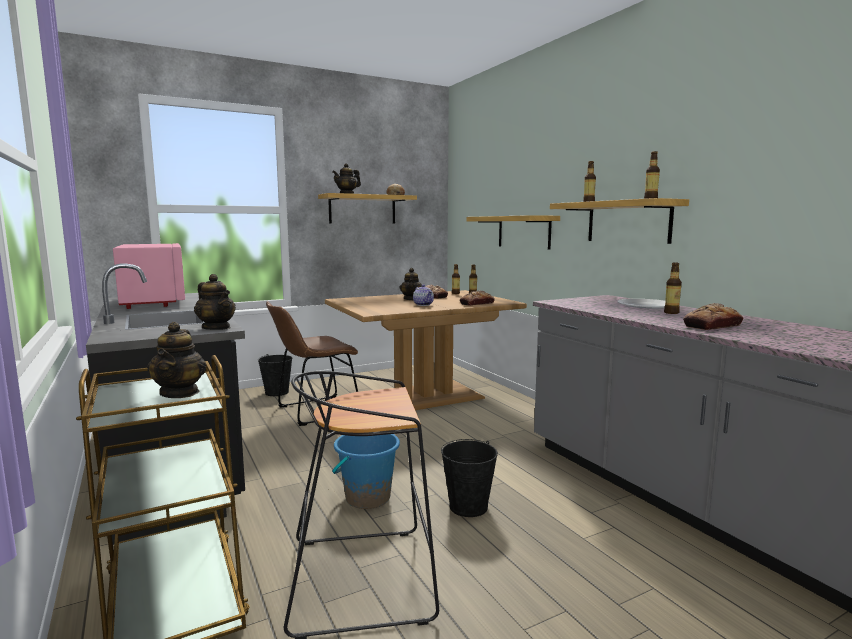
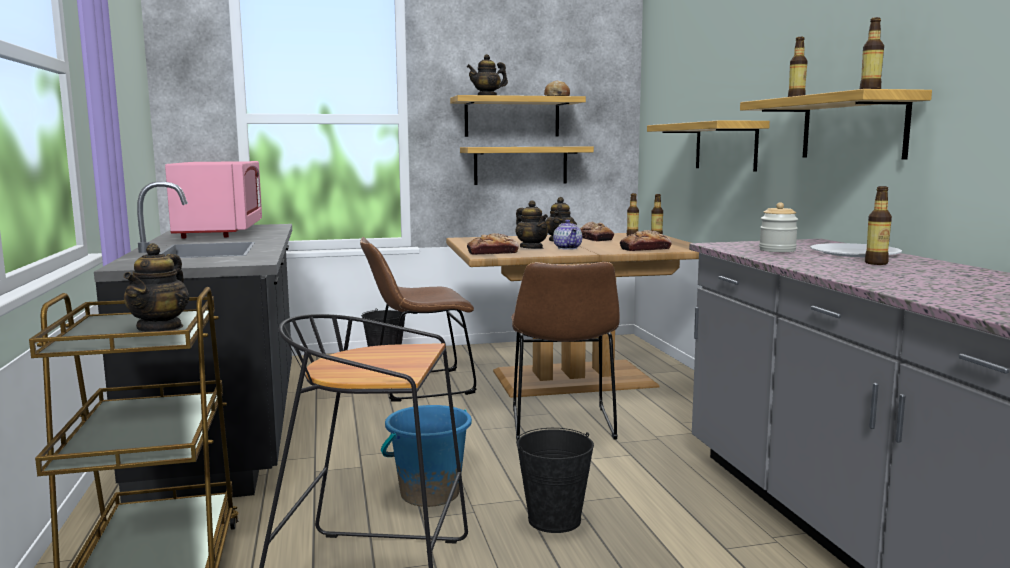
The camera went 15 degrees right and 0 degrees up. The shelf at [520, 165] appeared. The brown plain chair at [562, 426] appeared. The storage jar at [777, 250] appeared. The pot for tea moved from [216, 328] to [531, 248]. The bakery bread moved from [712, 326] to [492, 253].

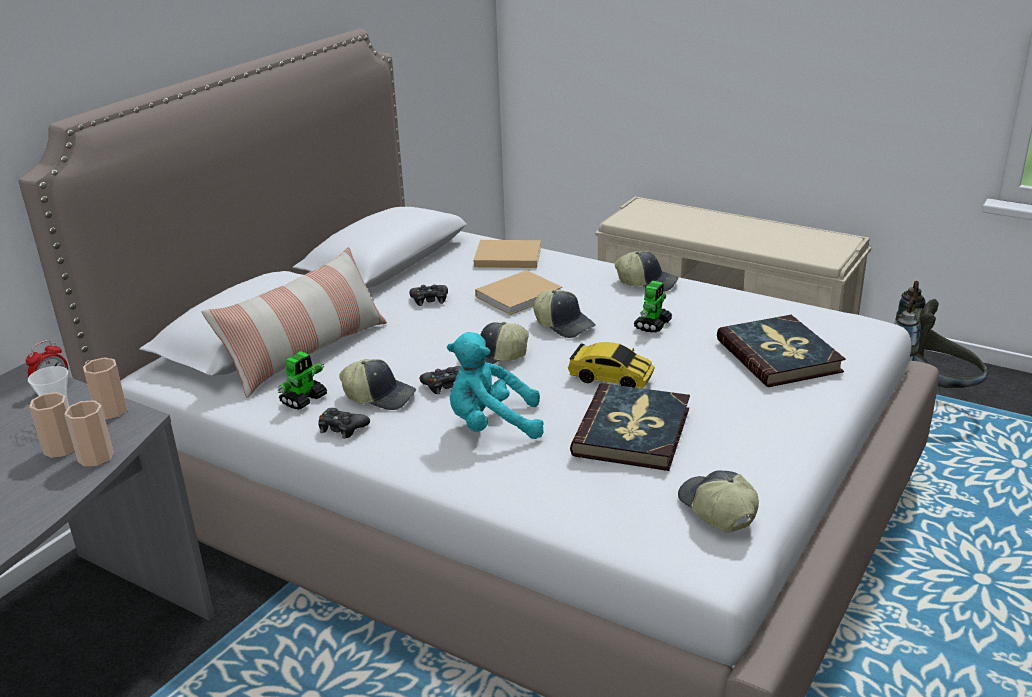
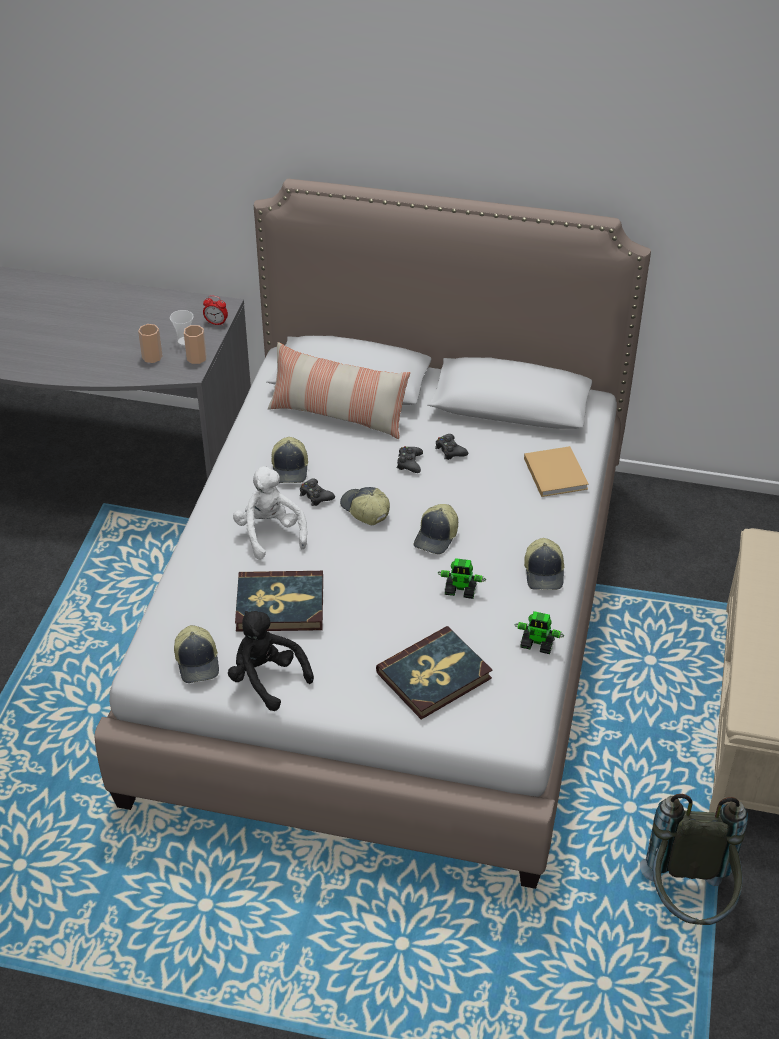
The camera went 70 degrees right and 15 degrees up. The cup at [96, 457] disappeared. The beige-coloured volume at [520, 294] disappeared. The model car at [611, 378] disappeared. The black-coloured plush toy at [266, 679] appeared. The model robot moved from [304, 399] to [537, 644]. The black-coloured game controller moved from [342, 428] to [409, 463]. The turquoise plush toy at [492, 425] became the white plush toy at [270, 533]. The baseball cap at [716, 510] turned 120 degrees clockwise.

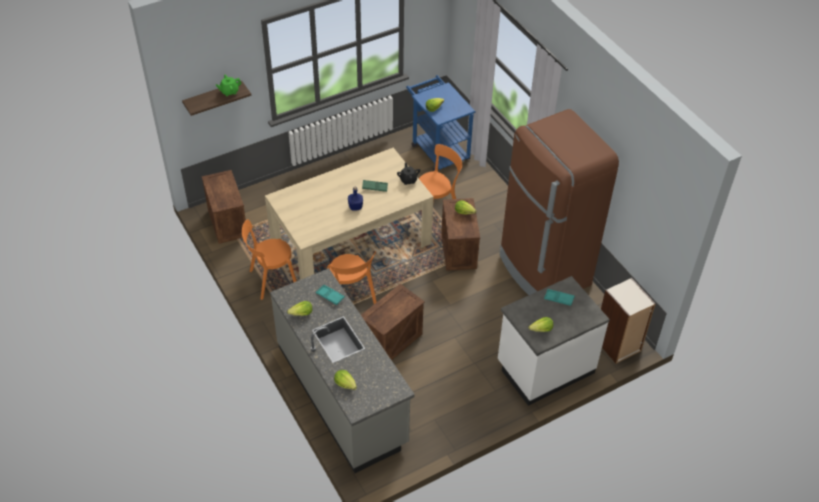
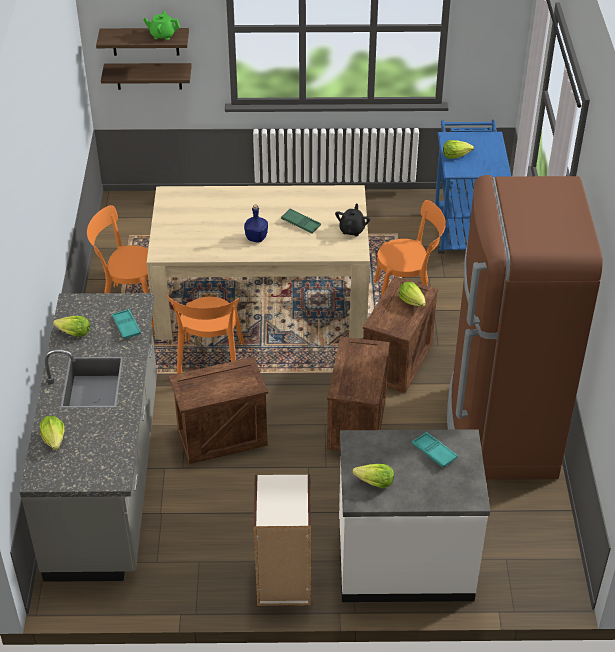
The camera went 30 degrees right and 5 degrees down. The shelf at [148, 76] appeared. The packing crate moved from [227, 223] to [356, 422]. The shelving unit moved from [617, 345] to [283, 580].

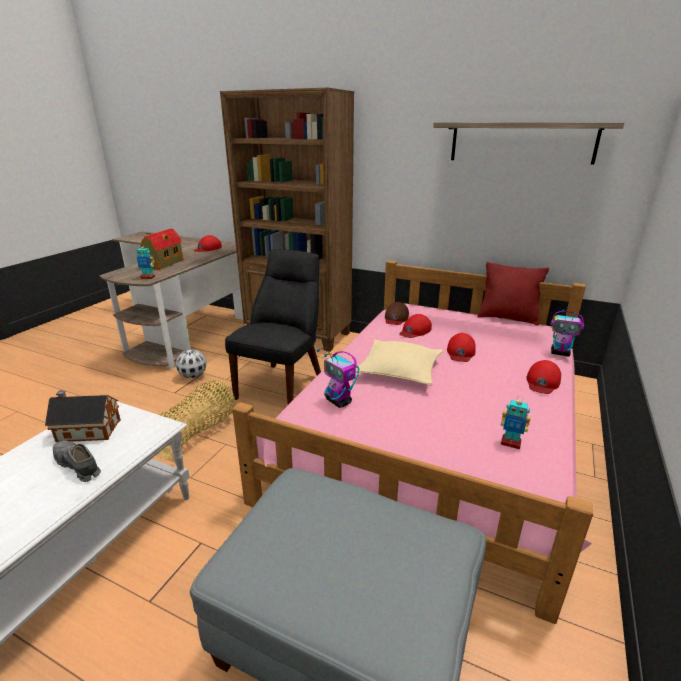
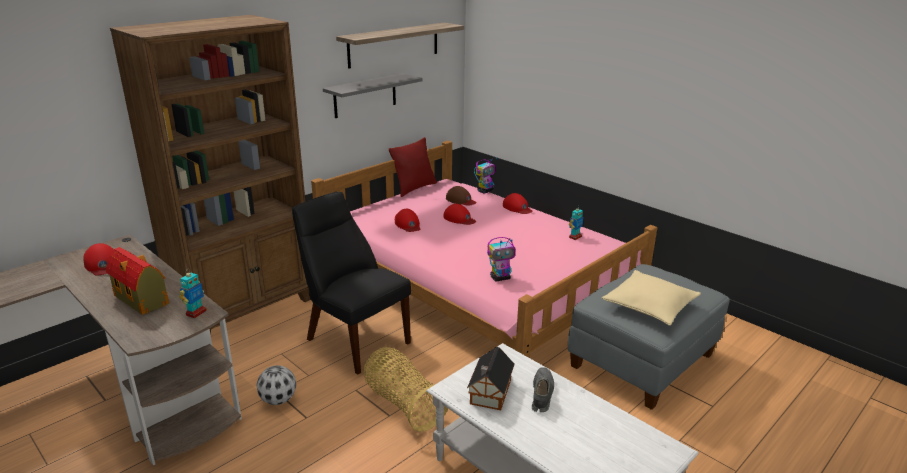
The camera went 70 degrees left and 0 degrees up. The gray shelf at [365, 95] appeared. The beige-coloured throw pillow moved from [399, 370] to [649, 305]. The brown baseball cap moved from [396, 318] to [460, 200]. The gray shoe at [77, 465] turned 135 degrees clockwise.

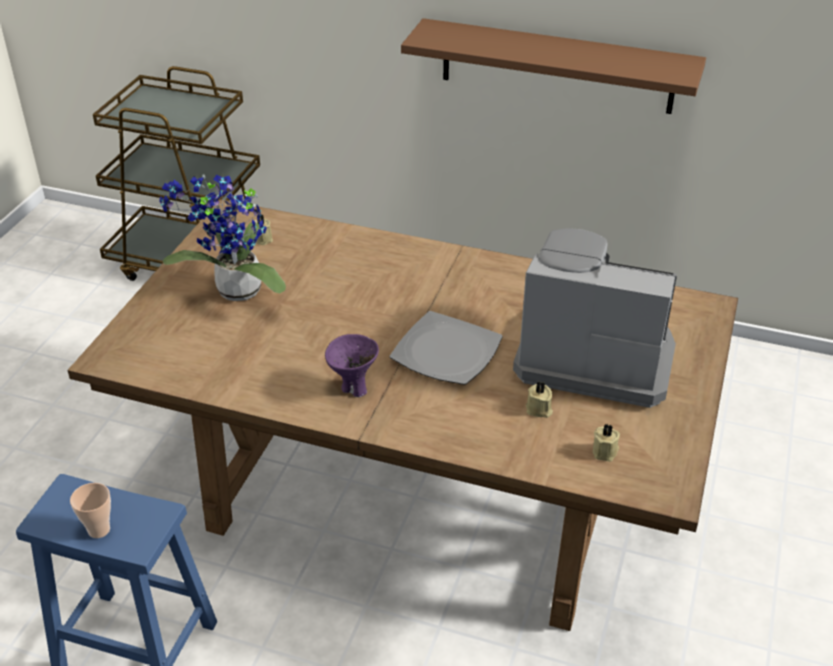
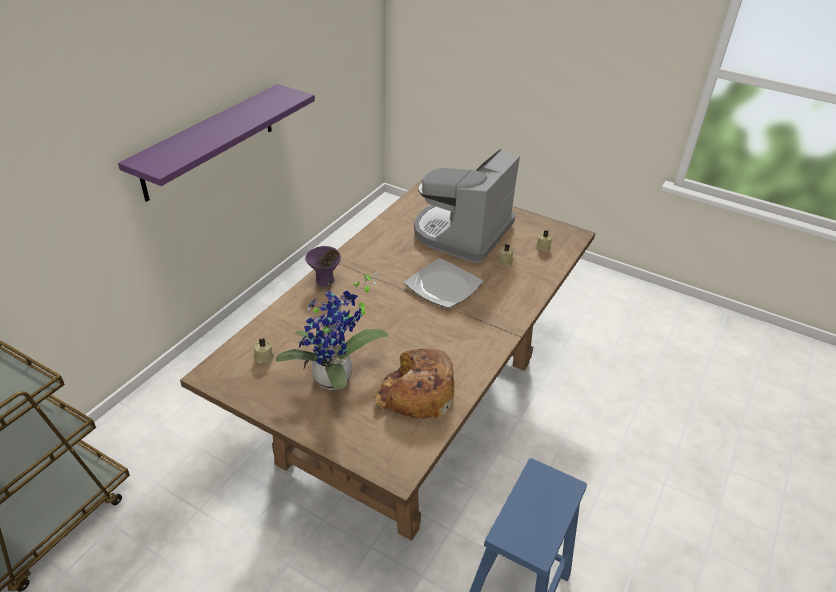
The camera went 80 degrees left and 0 degrees up. The cup at [99, 530] disappeared. The bakery bread at [416, 393] appeared. The purplish bowl moved from [354, 388] to [325, 282]. The brown shelf at [557, 66] became the purplish shelf at [209, 141].

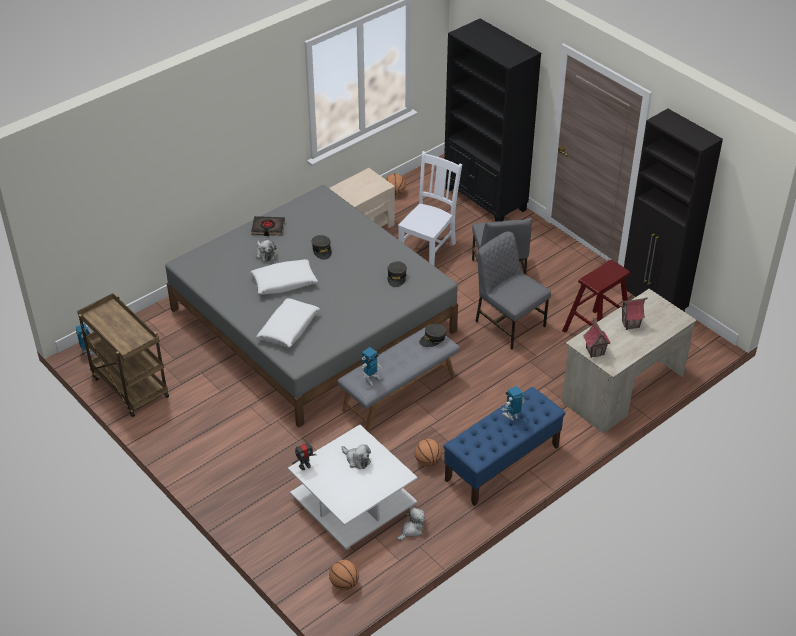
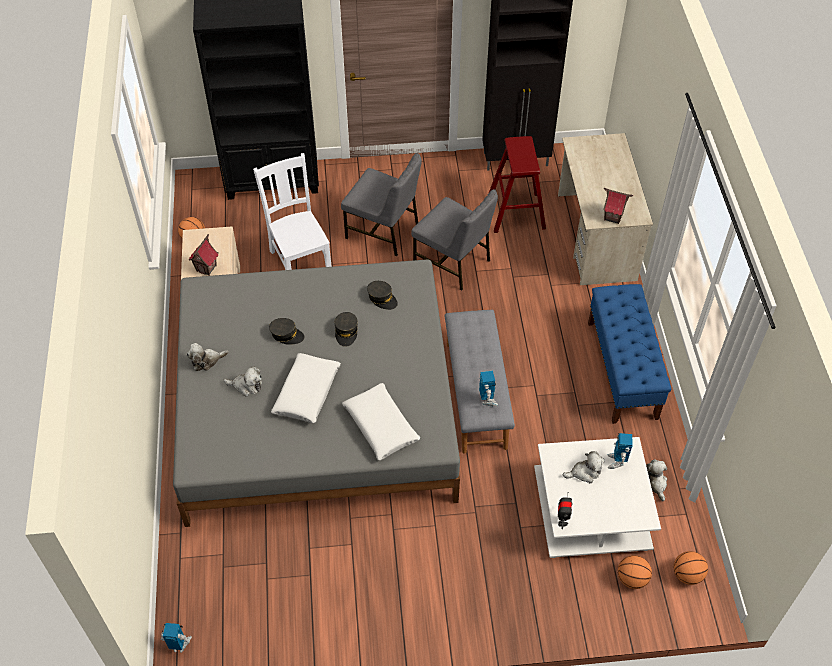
The camera went 55 degrees left and 10 degrees up. The brown trolley at [128, 387] disappeared. The basketball moved from [428, 461] to [632, 579]. The gray baseball cap moved from [433, 339] to [346, 332]. The model robot moved from [511, 416] to [616, 462]. The miniature house moved from [630, 324] to [206, 268]. The black-coloured volume at [268, 228] was replaced by the plush toy at [206, 361]. The gray plain chair at [508, 323] turned 135 degrees counterclockwise.

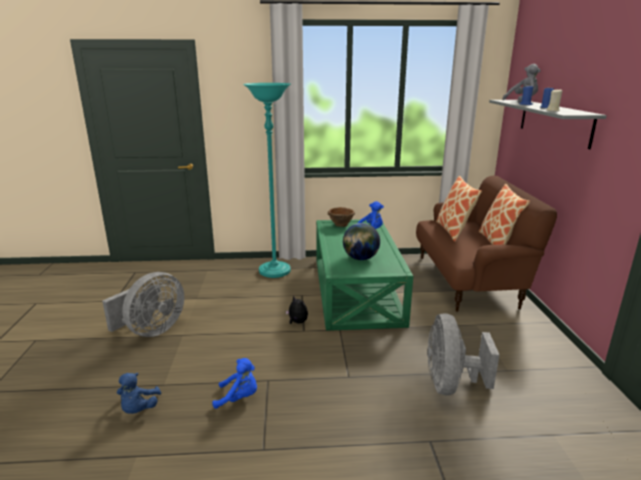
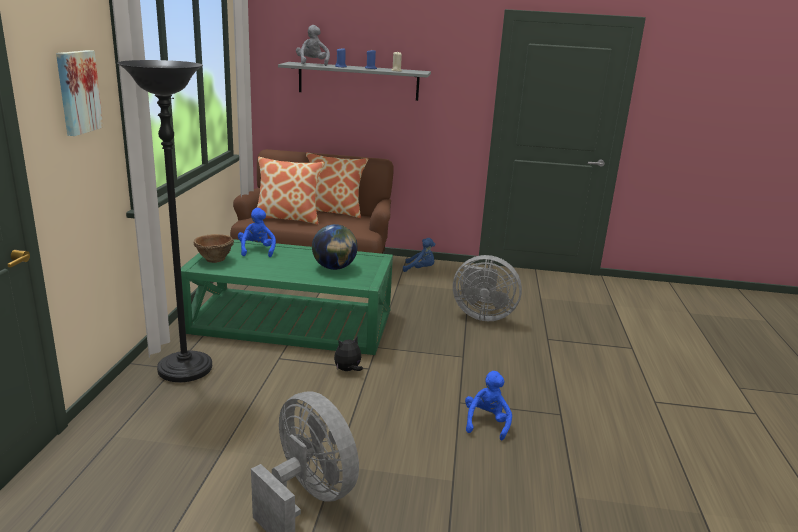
The camera went 80 degrees left and 0 degrees up. The picture at [77, 92] appeared. The blue plush toy moved from [139, 409] to [420, 269]. The turquoise floor lamp at [275, 271] became the black-coloured floor lamp at [185, 369].

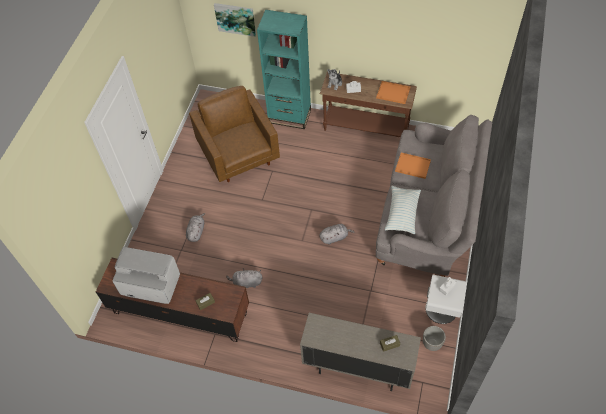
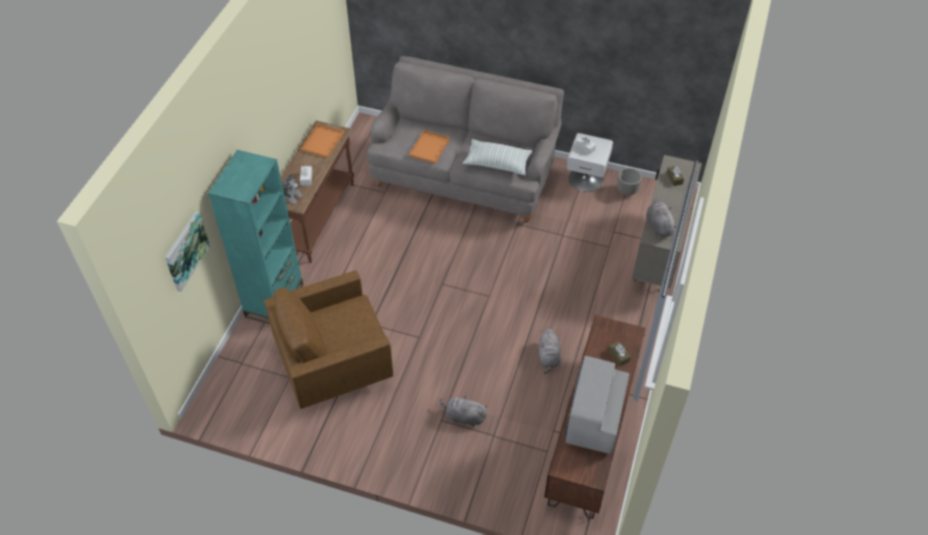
The camera went 90 degrees left and 5 degrees down. The gray plush toy moved from [335, 237] to [658, 225].

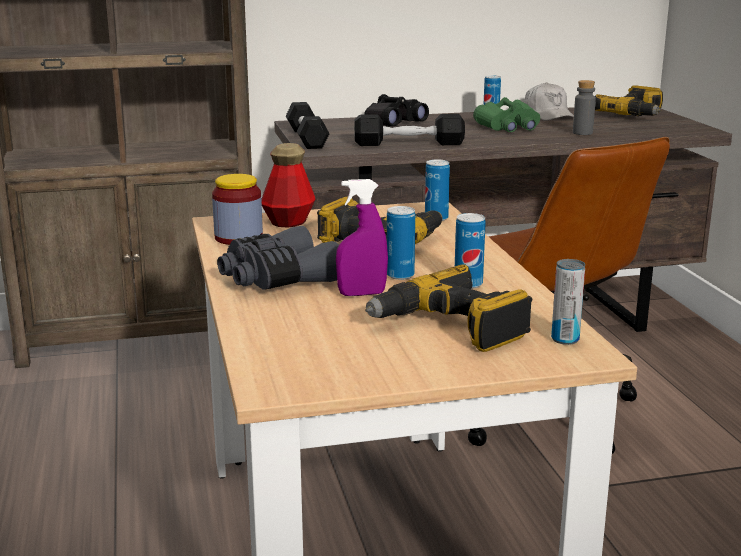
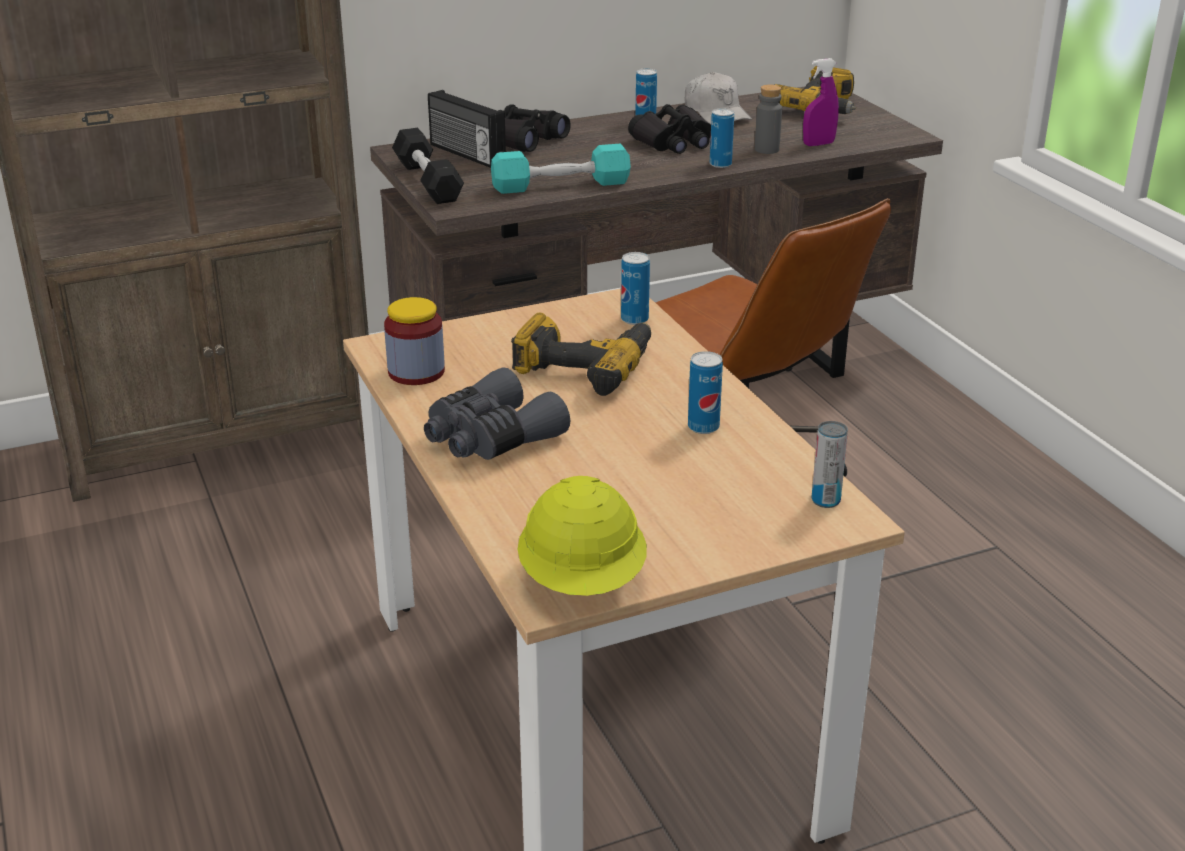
The camera went 10 degrees left and 10 degrees up. The bottle at [288, 222] disappeared. The drill at [450, 328] disappeared. The radio receiver at [466, 154] appeared. The yellowish safety helmet at [583, 581] appeared. The purplish hand sprayer moved from [362, 294] to [818, 144]. The can moved from [400, 275] to [720, 164]. The black-coloured free weight at [409, 144] became the turquoise free weight at [561, 185]. The green field glasses at [509, 127] became the black-coloured field glasses at [674, 142].

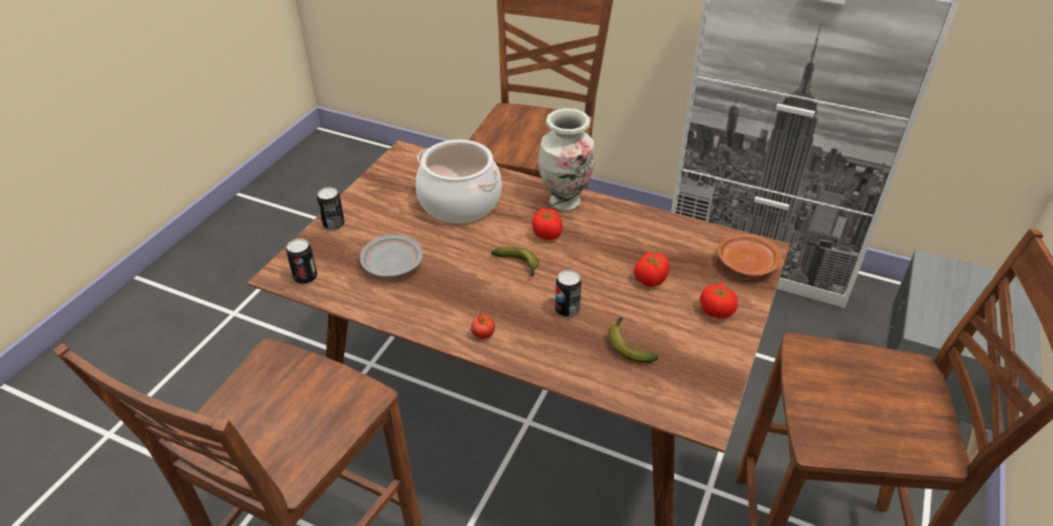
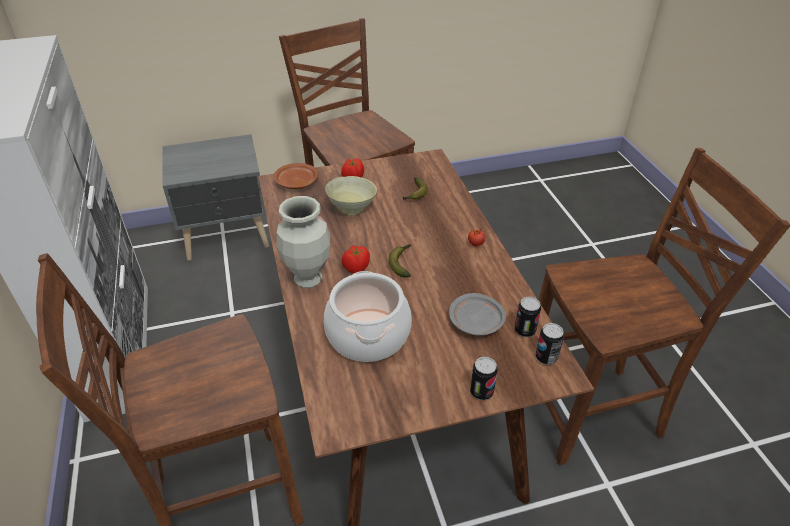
The camera went 130 degrees left and 0 degrees up. The can moved from [567, 310] to [525, 330]. The whole tomato at [649, 280] was replaced by the beige-coloured bowl at [352, 208].

